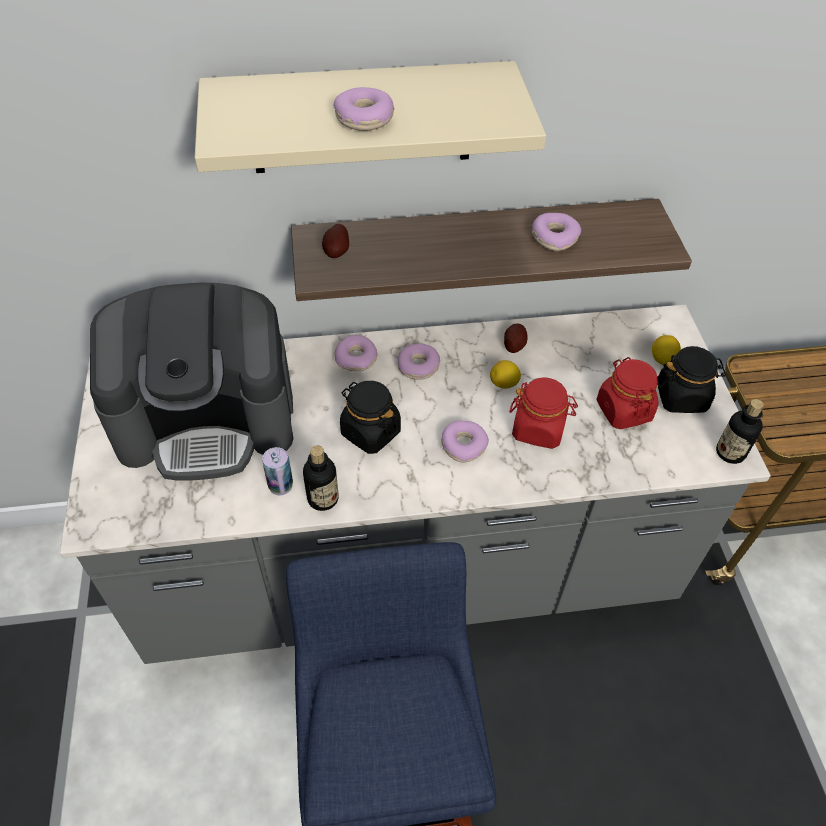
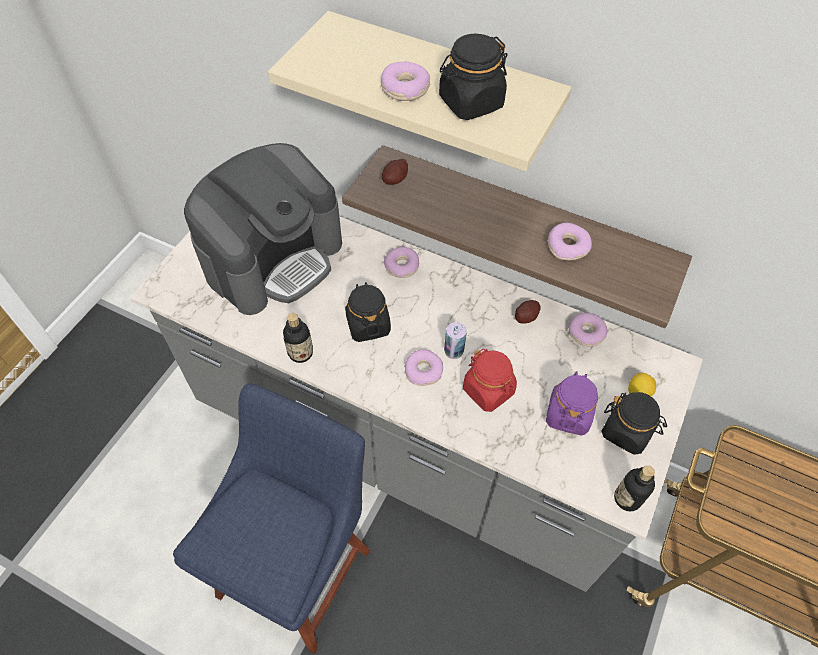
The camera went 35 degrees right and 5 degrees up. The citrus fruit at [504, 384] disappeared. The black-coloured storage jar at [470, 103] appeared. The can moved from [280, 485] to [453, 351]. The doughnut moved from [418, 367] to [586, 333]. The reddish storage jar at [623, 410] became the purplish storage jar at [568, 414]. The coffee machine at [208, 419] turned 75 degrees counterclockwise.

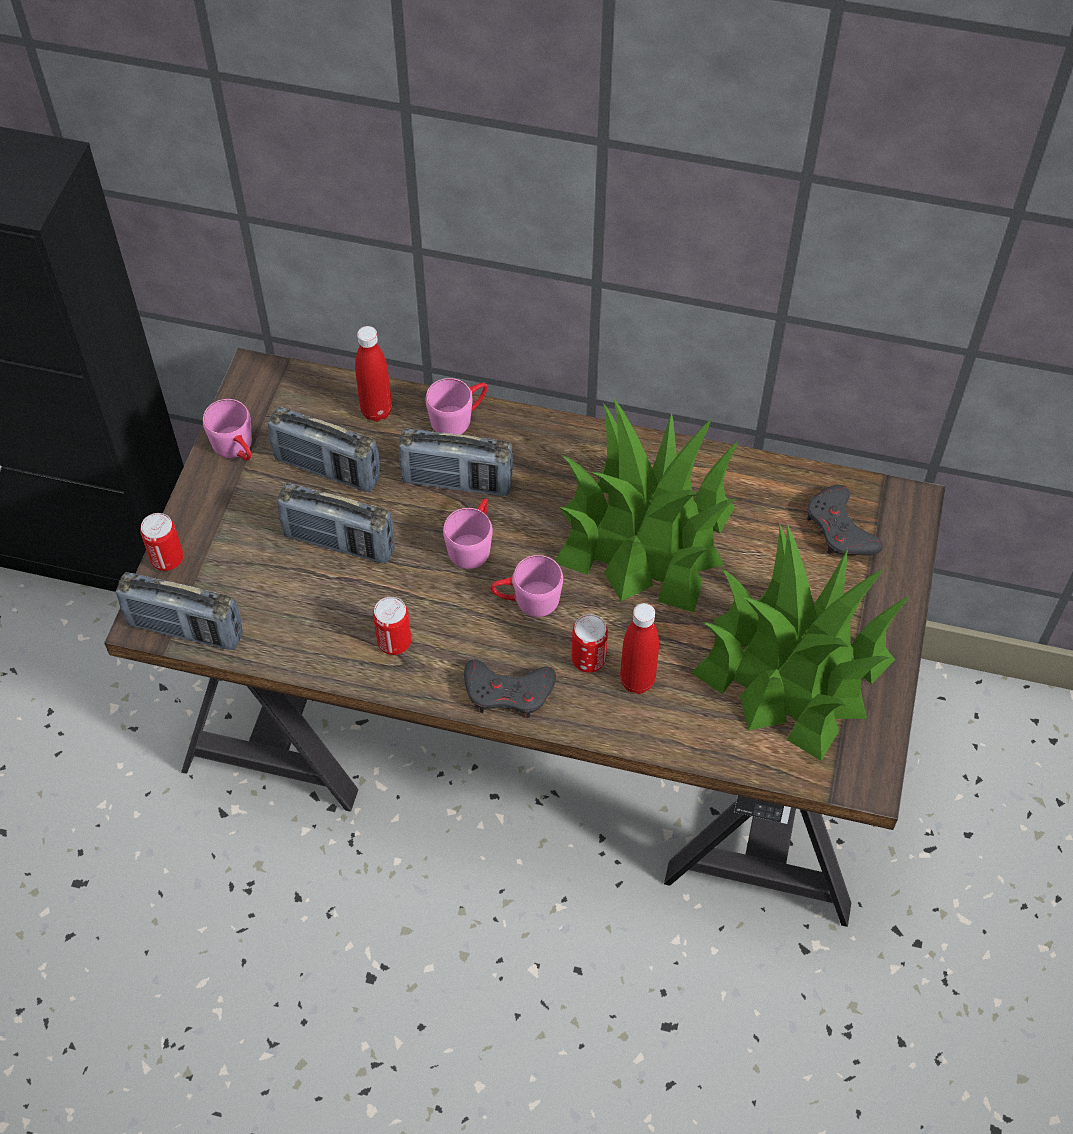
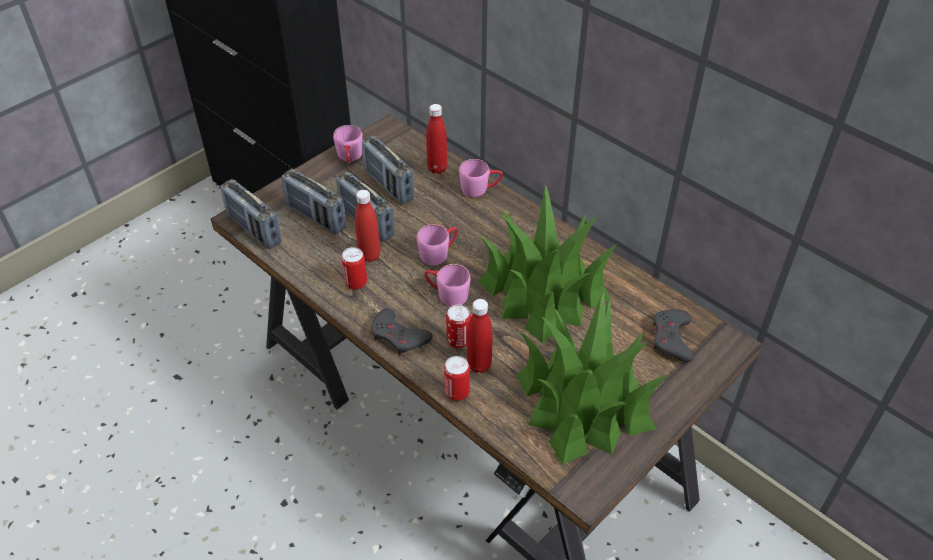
The camera went 30 degrees right and 10 degrees down. The reddish bottle at [369, 255] appeared. The can moved from [167, 559] to [457, 392]. The radio receiver moved from [457, 482] to [316, 217].

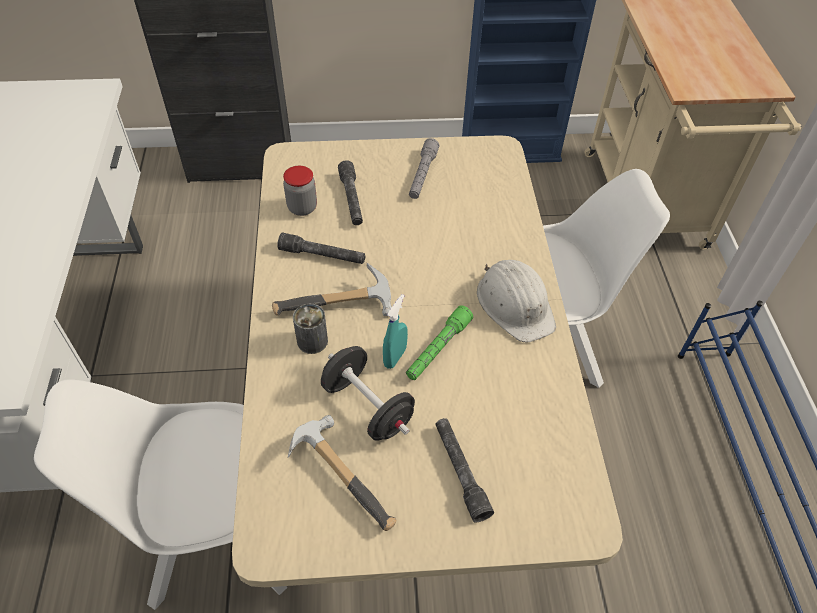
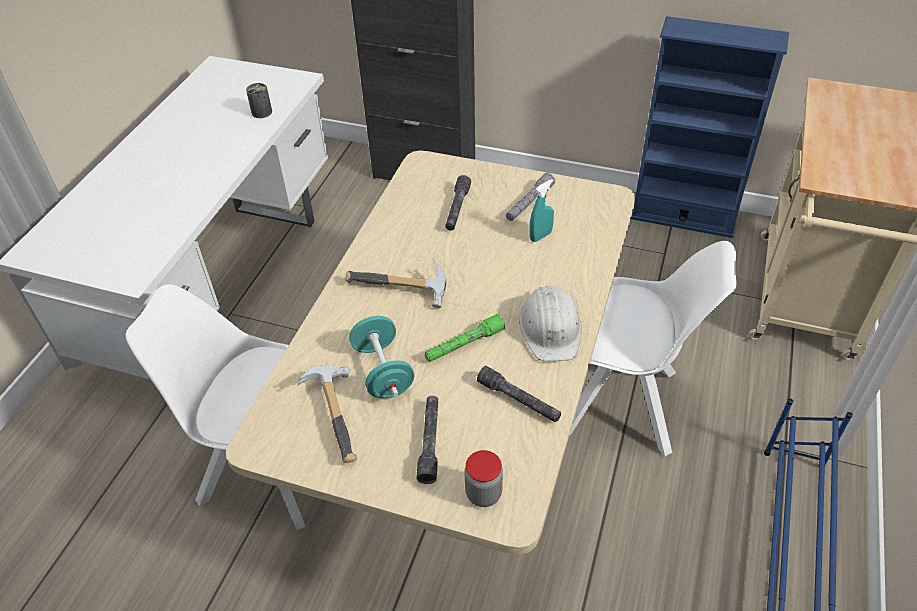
The camera went 25 degrees right and 5 degrees down. The gray hand torch moved from [322, 255] to [519, 400]. The storage jar moved from [302, 208] to [483, 494]. The can moved from [312, 341] to [262, 112]. The turquoise hand sprayer moved from [395, 357] to [540, 236]. The black-coloured free weight at [368, 407] became the turquoise free weight at [383, 371].

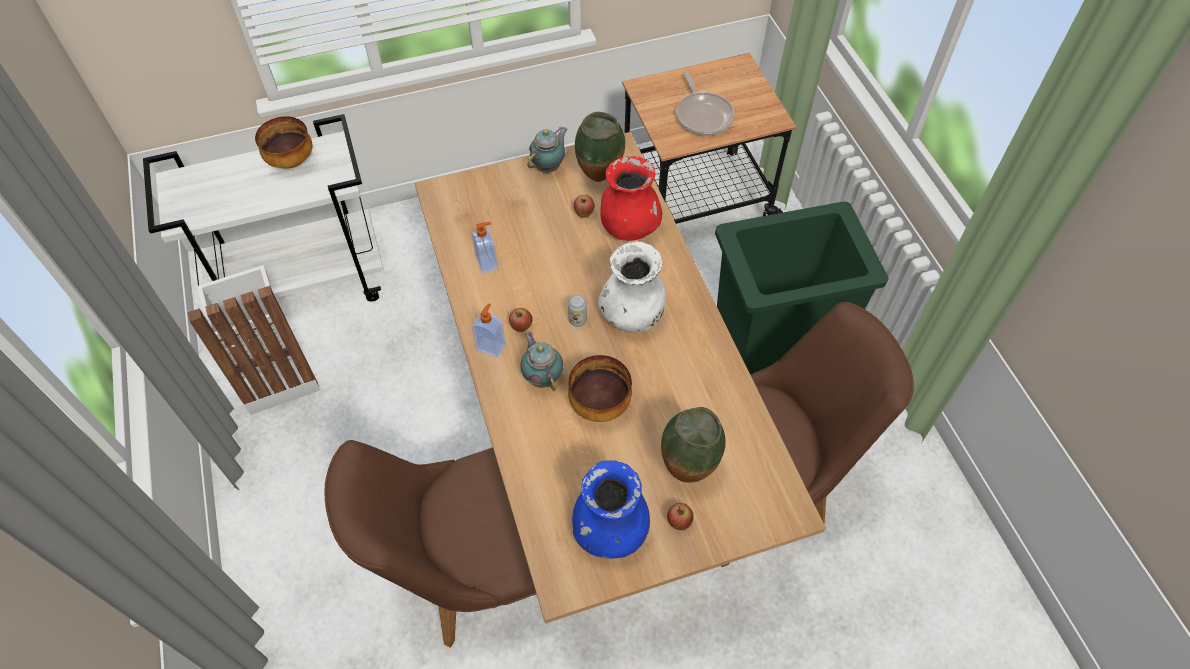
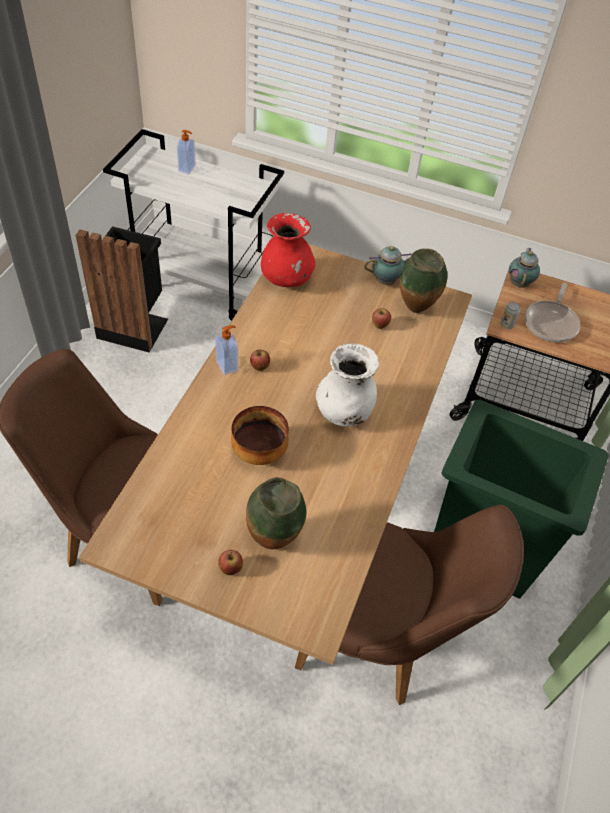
The camera went 35 degrees right and 5 degrees down. The bowl at [291, 160] disappeared. The blue decorative vase at [610, 530] disappeared. The soap bottle moved from [487, 263] to [187, 169]. The pot for tea moved from [542, 376] to [519, 283]. The can moved from [577, 320] to [506, 325]. The reddish decorative vase moved from [629, 227] to [287, 278]. The white waste bin at [277, 375] became the black-coloured waste bin at [133, 326].

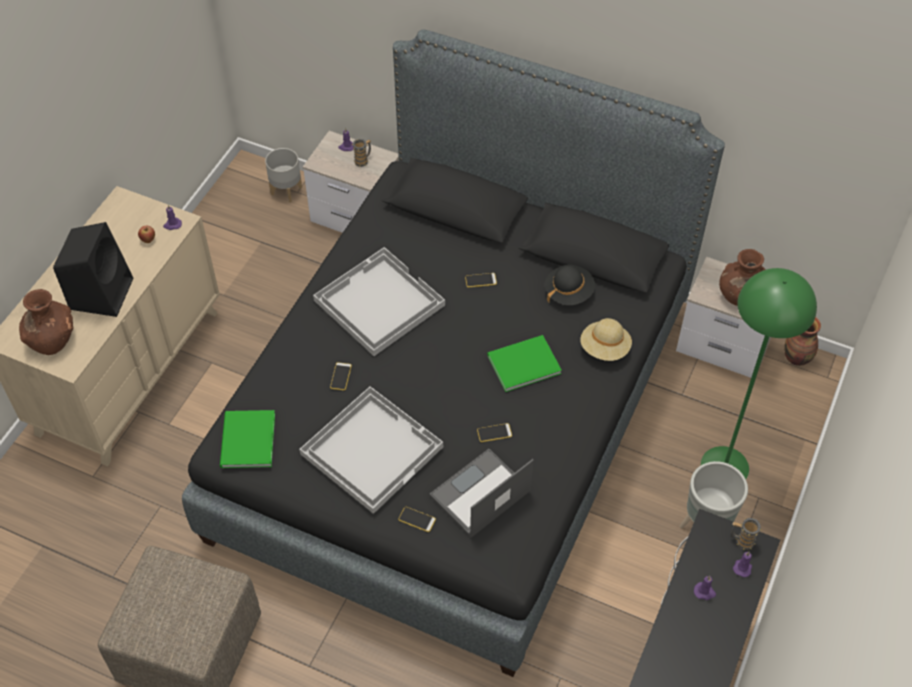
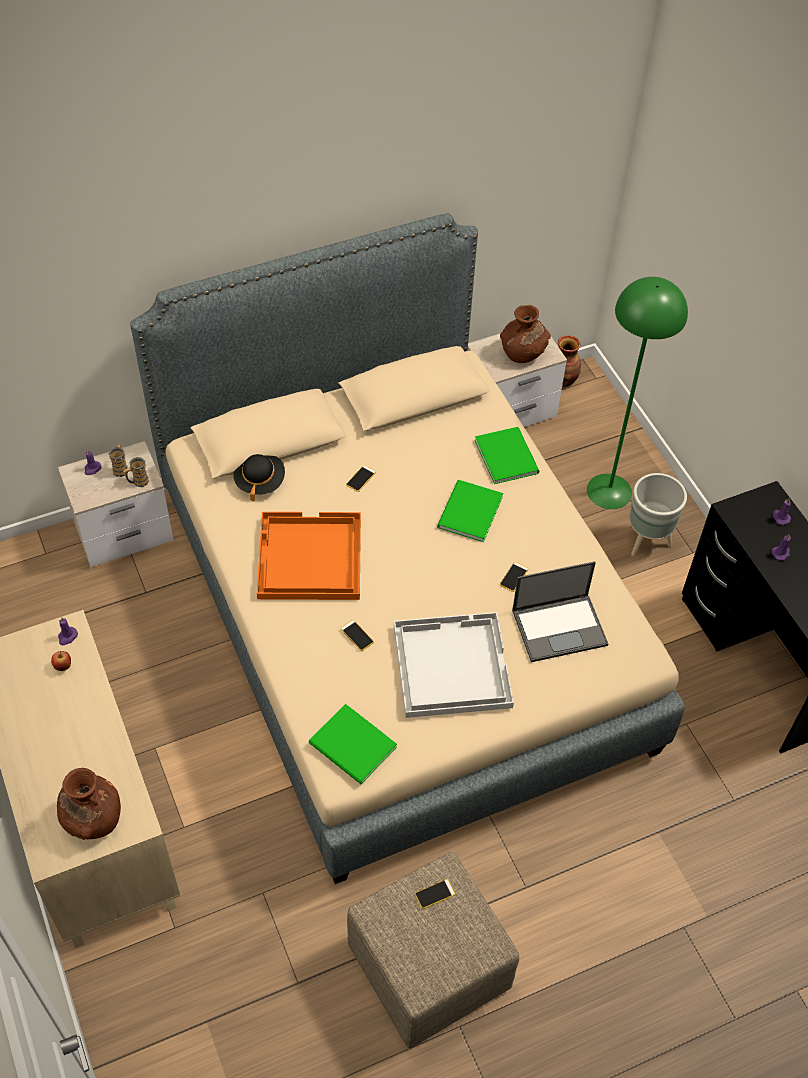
The camera went 50 degrees left and 0 degrees up. The black-coloured speaker at [101, 292] disappeared. The gray planter at [286, 190] disappeared. The handset moved from [417, 519] to [435, 894]. The black-coloured clothing hat moved from [569, 292] to [259, 481]. The tea mug moved from [741, 540] to [138, 482]. The beige-coloured clothing hat at [605, 348] was replaced by the green volume at [507, 455]. The black-coloured bedroom bed at [455, 419] became the beige-coloured bedroom bed at [399, 618]. The white carrying tray at [378, 303] became the orange-coloured carrying tray at [309, 558]. The portable computer at [479, 494] turned 105 degrees counterclockwise.

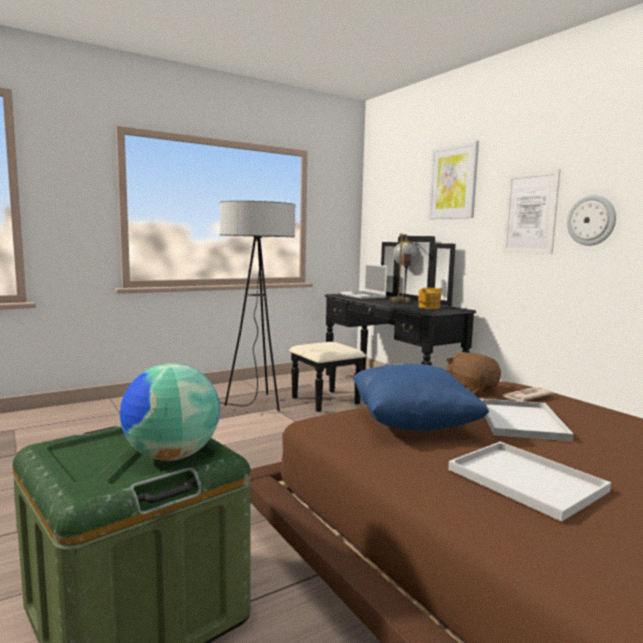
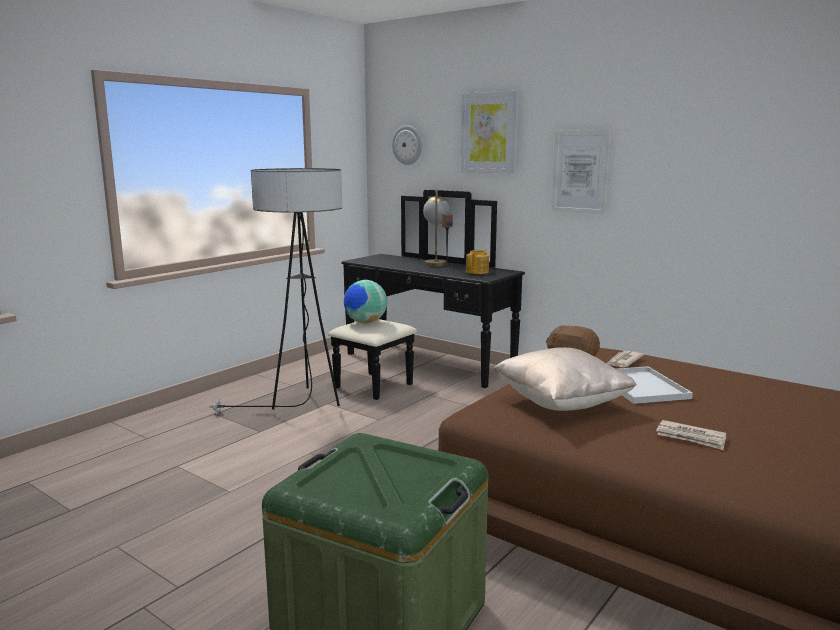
The camera went 20 degrees left and 5 degrees up. The portable computer at [364, 296] disappeared. The desk globe moved from [171, 456] to [365, 322]. The wall clock moved from [591, 220] to [407, 145]. The white carrying tray at [529, 480] was replaced by the newspaper at [691, 437]. The blue throw pillow at [413, 423] became the beige-coloured throw pillow at [561, 403].

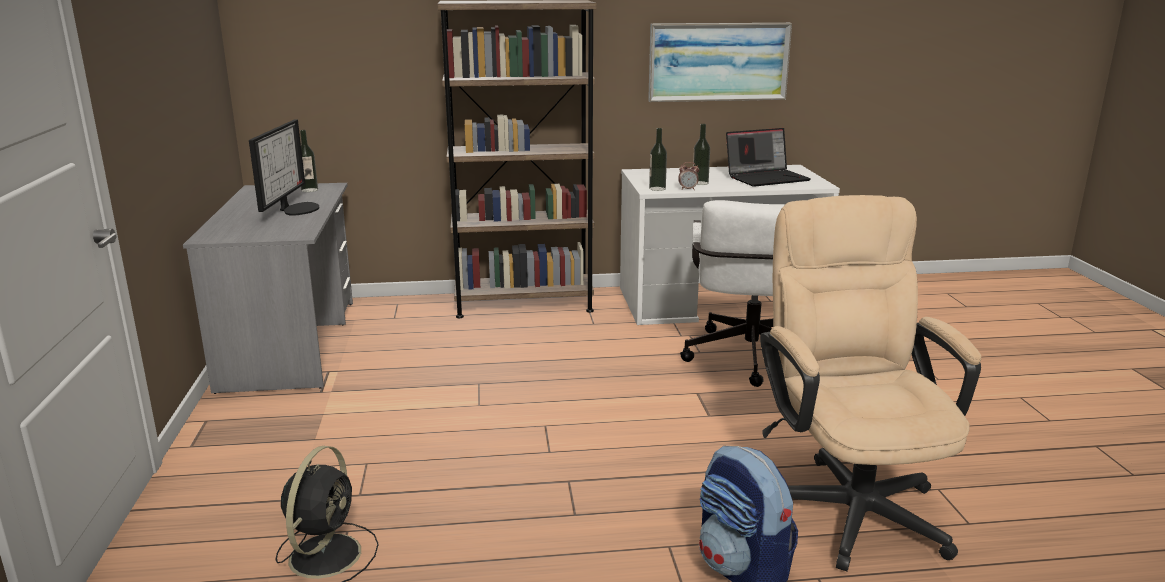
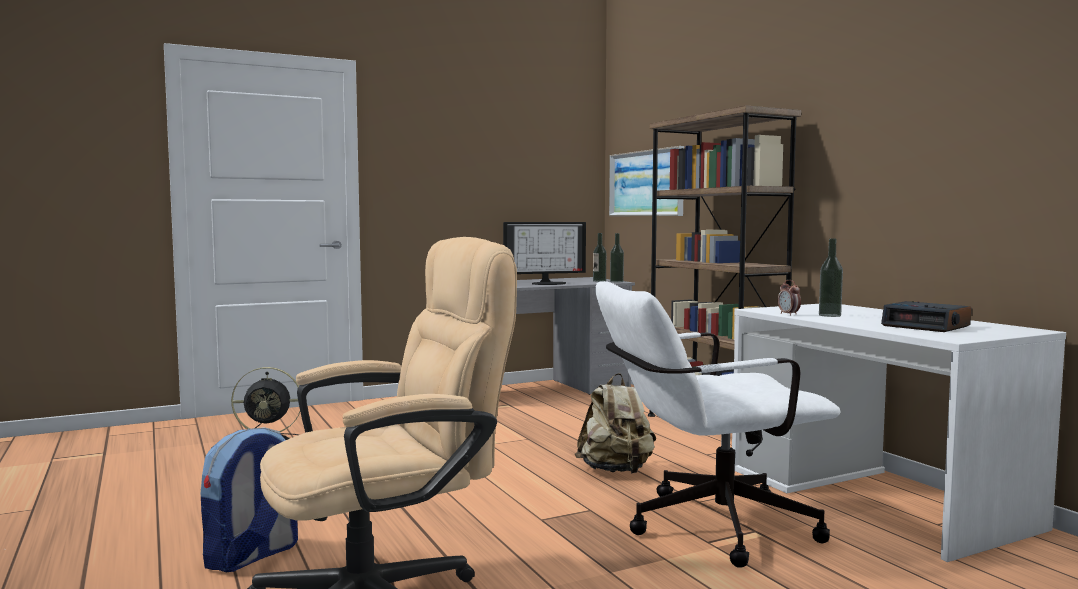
The camera went 70 degrees right and 15 degrees down. The beige-coloured knapsack at [616, 471] appeared. The picture moved from [718, 62] to [646, 183]. The bottle moved from [657, 188] to [616, 281]. The portable computer at [767, 178] was replaced by the alarm clock at [927, 326].

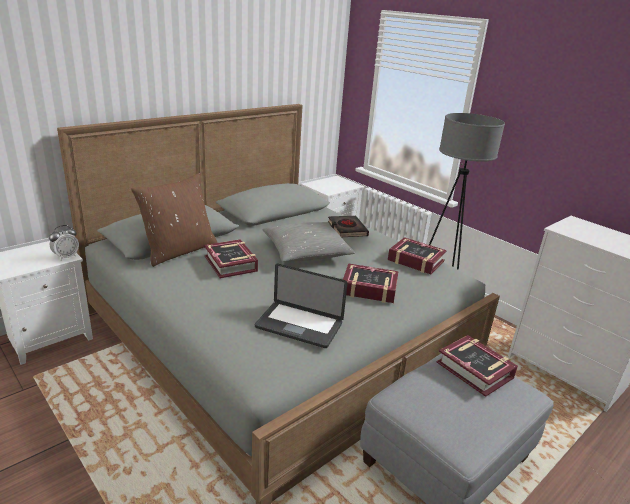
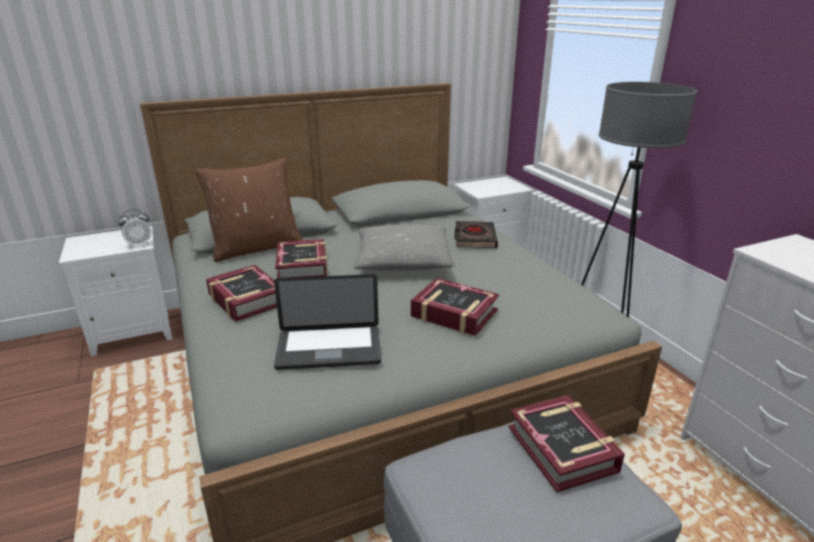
The camera went 20 degrees right and 0 degrees up. The volume moved from [415, 261] to [246, 299]. The portable computer at [299, 325] turned 45 degrees counterclockwise.

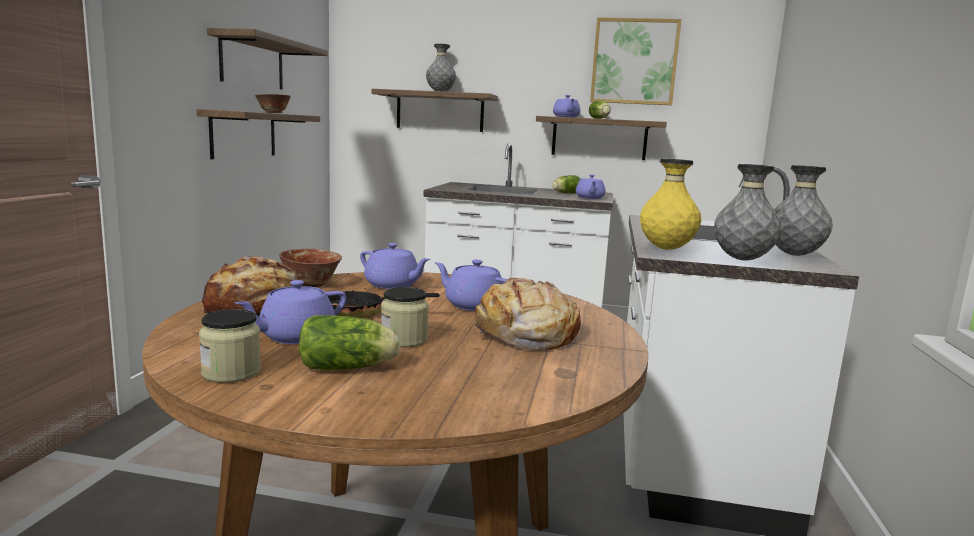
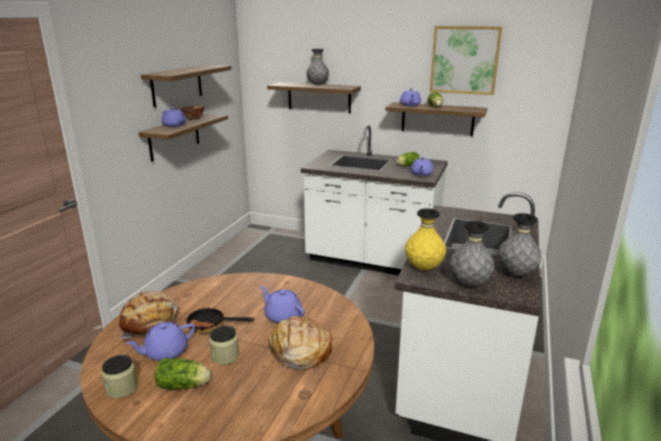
The camera went 10 degrees right and 10 degrees up. The bowl at [311, 284] disappeared. The purplish pot for tea moved from [393, 285] to [174, 125].

